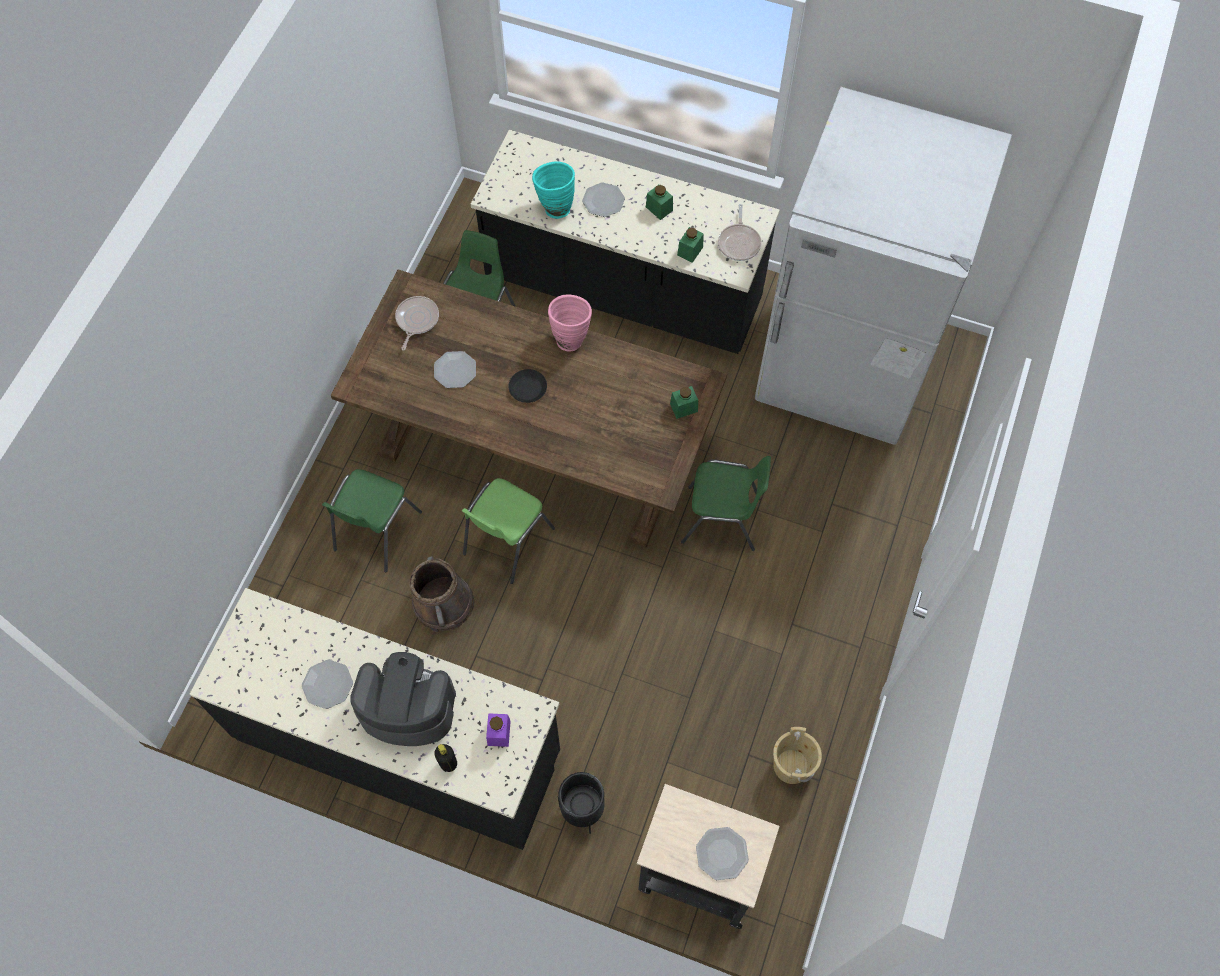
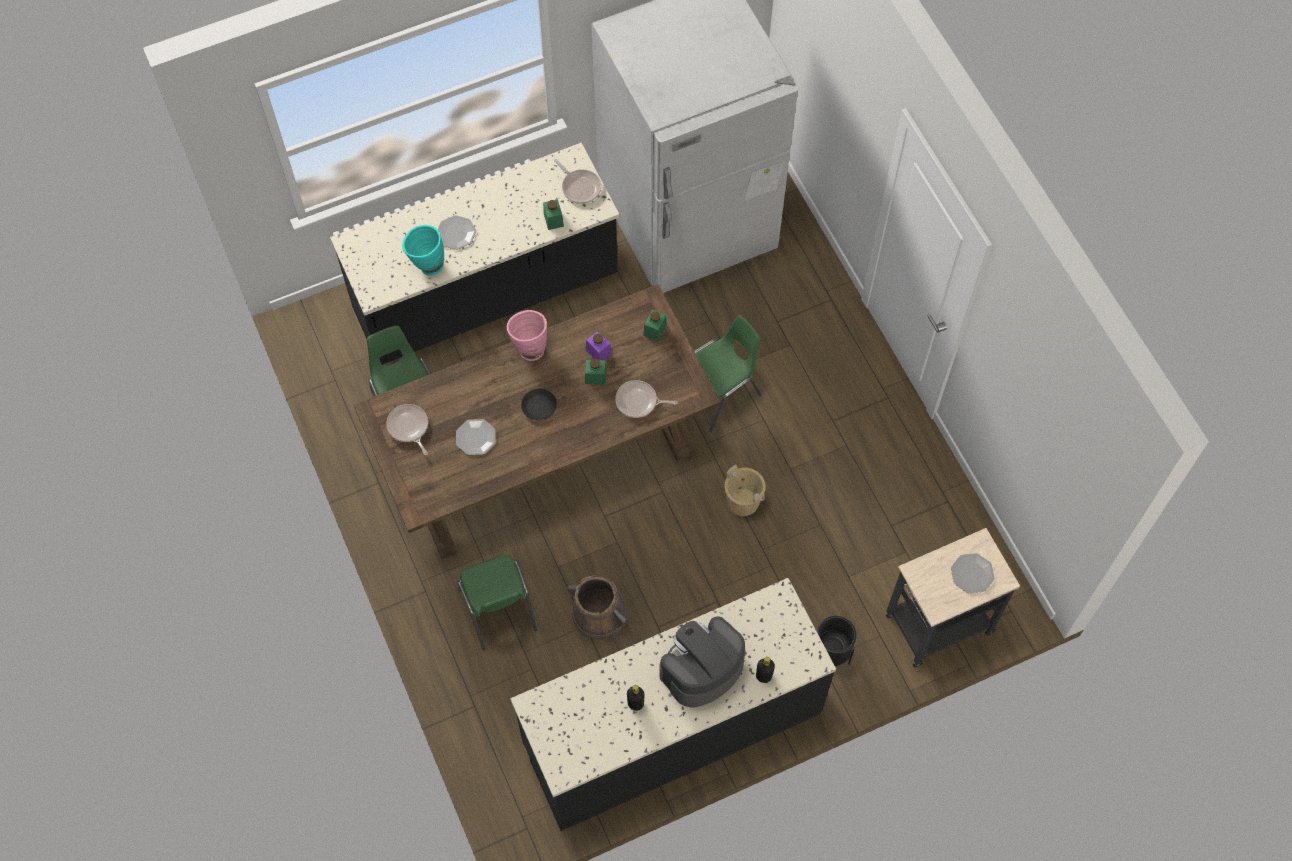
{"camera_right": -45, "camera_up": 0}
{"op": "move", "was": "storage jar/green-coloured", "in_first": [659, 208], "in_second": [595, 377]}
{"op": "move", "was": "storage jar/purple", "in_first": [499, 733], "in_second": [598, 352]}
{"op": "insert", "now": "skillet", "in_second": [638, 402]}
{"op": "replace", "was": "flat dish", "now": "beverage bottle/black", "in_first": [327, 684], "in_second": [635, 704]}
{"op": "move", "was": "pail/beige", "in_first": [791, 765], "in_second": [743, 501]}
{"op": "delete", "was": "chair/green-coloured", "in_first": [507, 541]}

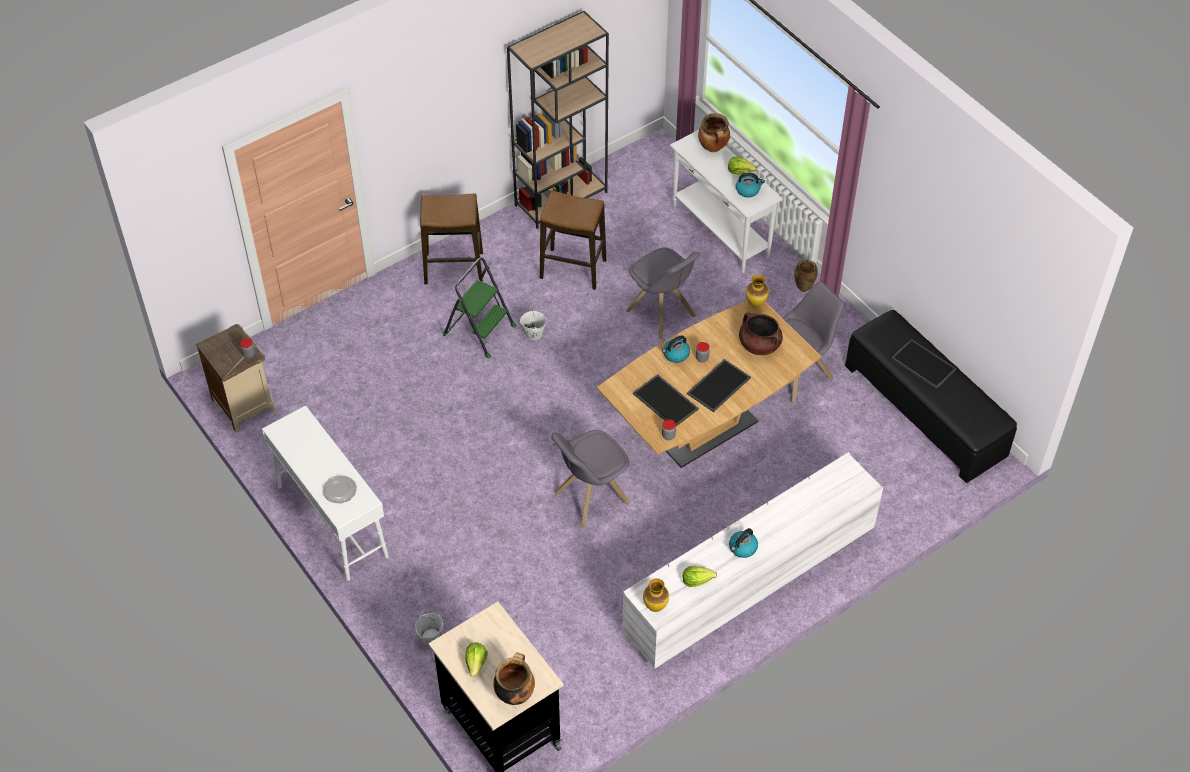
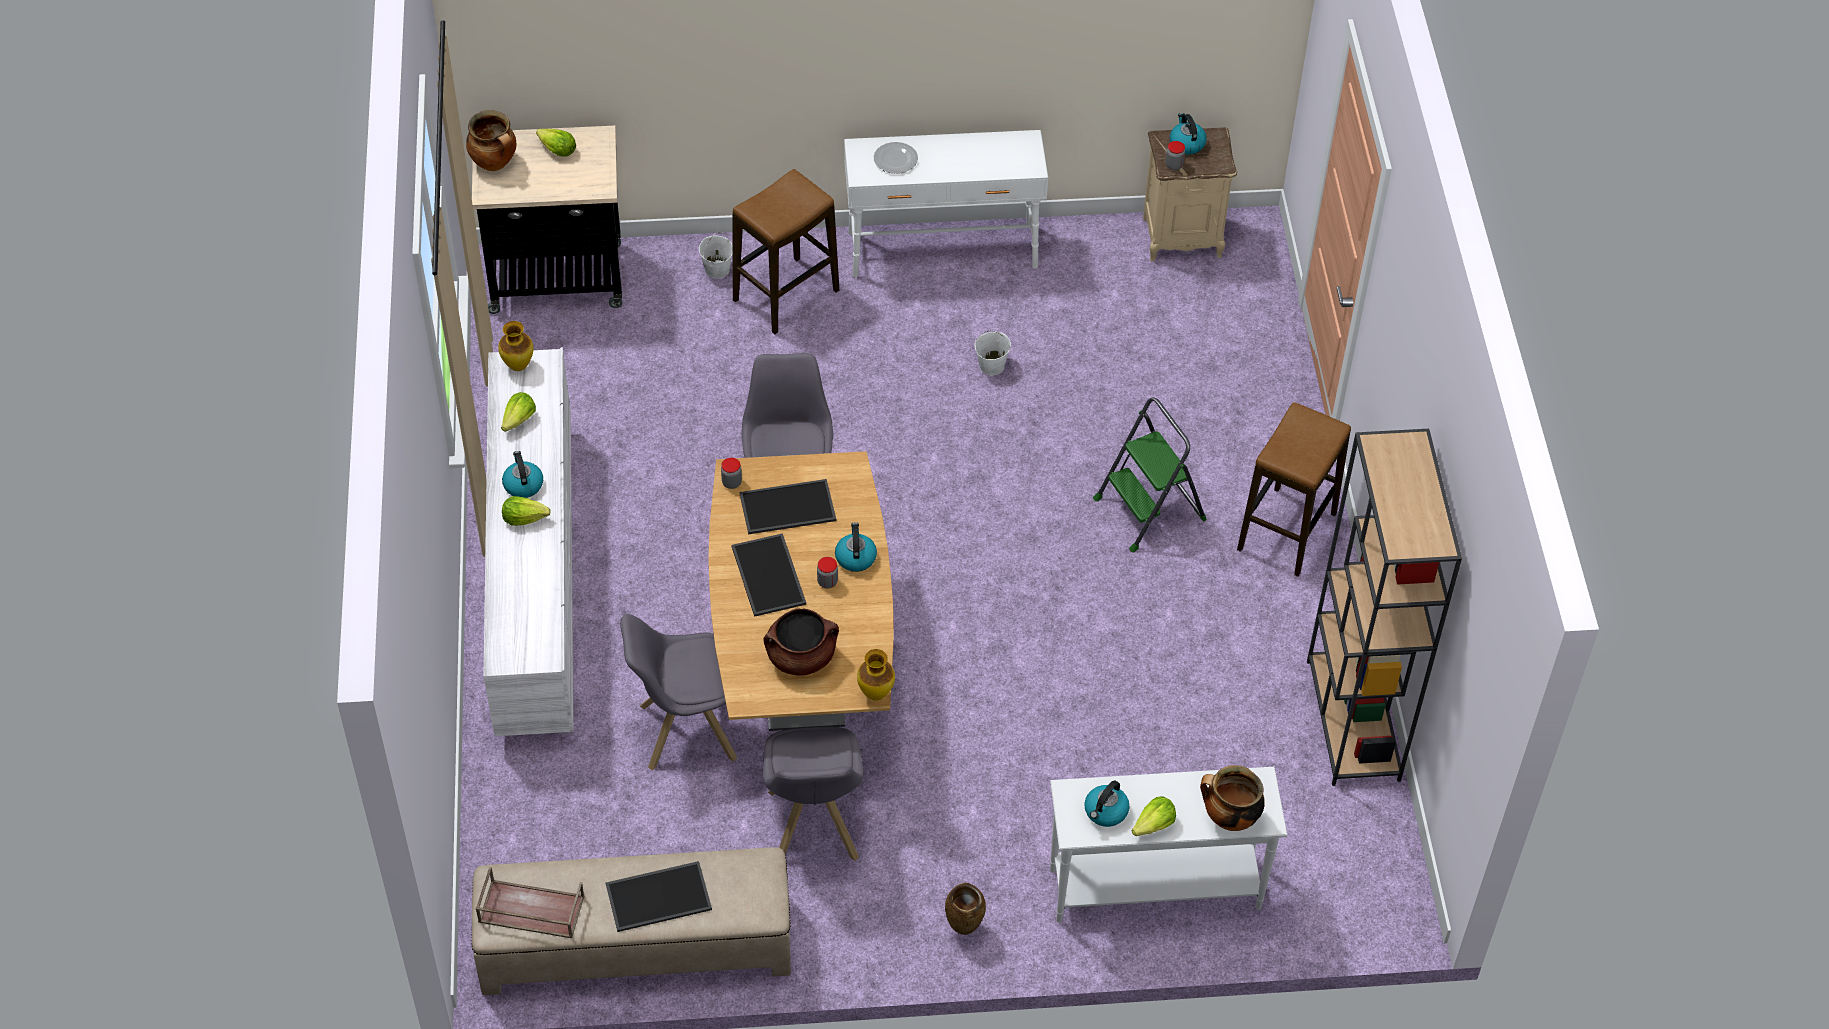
{"camera_right": 120, "camera_up": 0}
{"op": "recolor", "was": "indoor bench/black", "now": "indoor bench/beige", "in_first": [926, 410], "in_second": [634, 944]}
{"op": "insert", "now": "serving tray/brownish", "in_second": [530, 910]}
{"op": "insert", "now": "head of lettuce", "in_second": [525, 518]}
{"op": "move", "was": "chair/grey", "in_first": [661, 313], "in_second": [687, 731]}
{"op": "move", "was": "stool seat", "in_first": [573, 269], "in_second": [786, 296]}
{"op": "move", "was": "pail/white", "in_first": [533, 333], "in_second": [992, 365]}
{"op": "insert", "now": "water kettle", "in_second": [1186, 143]}

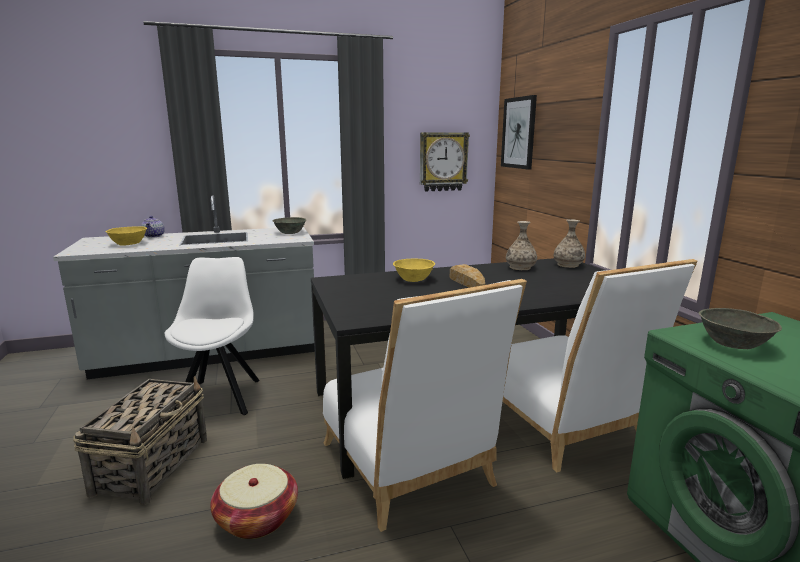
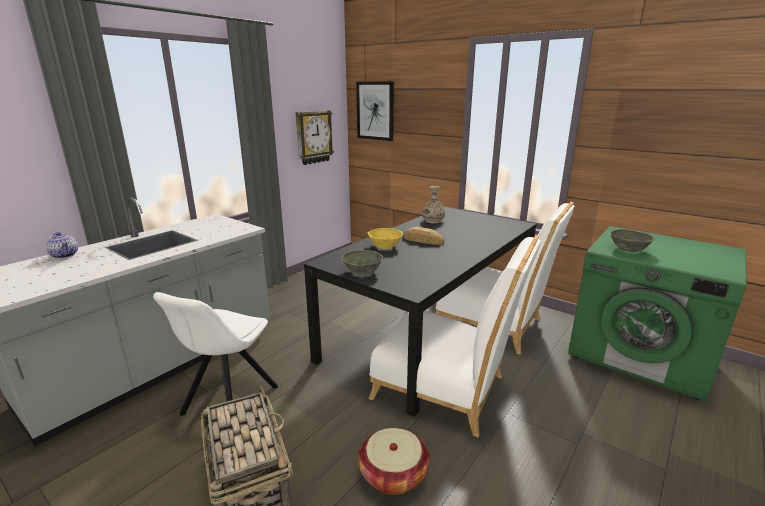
{"camera_right": -35, "camera_up": 5}
{"op": "rotate", "was": "chair/white", "in_first": [220, 397], "in_second": [229, 400], "clockwise": -120}
{"op": "move", "was": "bowl/grey", "in_first": [289, 232], "in_second": [362, 272]}
{"op": "delete", "was": "bowl/yellowish", "in_first": [128, 243]}
{"op": "delete", "was": "vase", "in_first": [568, 265]}

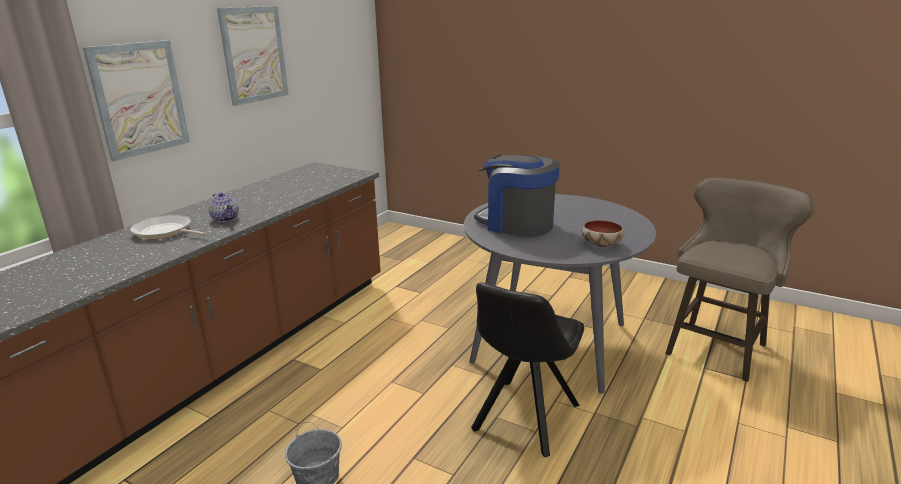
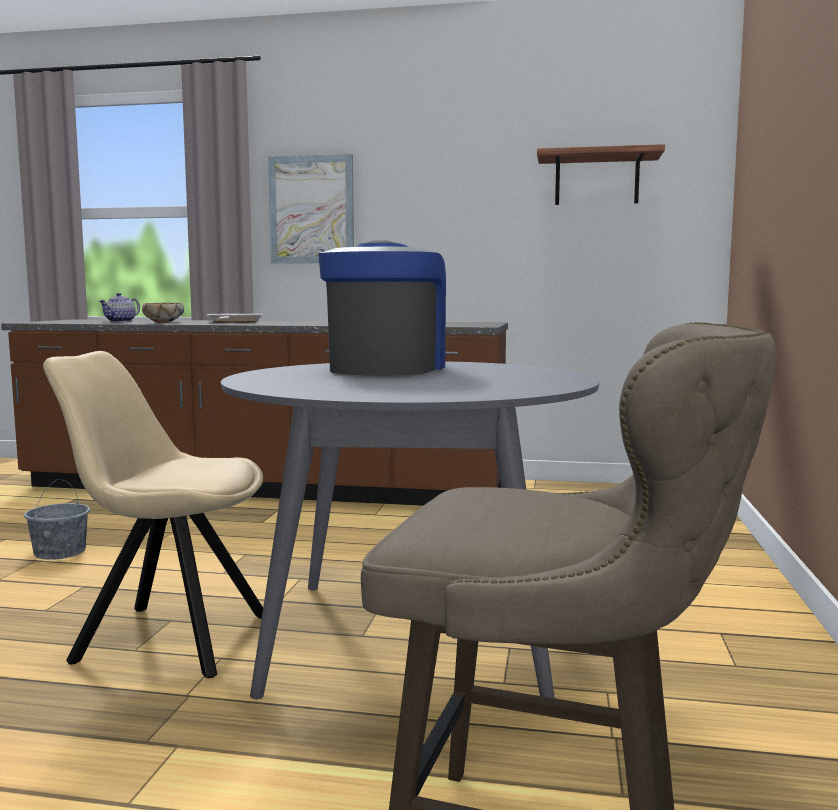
{"camera_right": 70, "camera_up": -15}
{"op": "recolor", "was": "chair/black", "now": "chair/beige", "in_first": [525, 417], "in_second": [171, 639]}
{"op": "move", "was": "tea pot", "in_first": [226, 218], "in_second": [120, 321]}
{"op": "move", "was": "bowl", "in_first": [600, 244], "in_second": [163, 322]}
{"op": "insert", "now": "shelf", "in_second": [597, 180]}
{"op": "delete", "was": "wall picture", "in_first": [254, 54]}

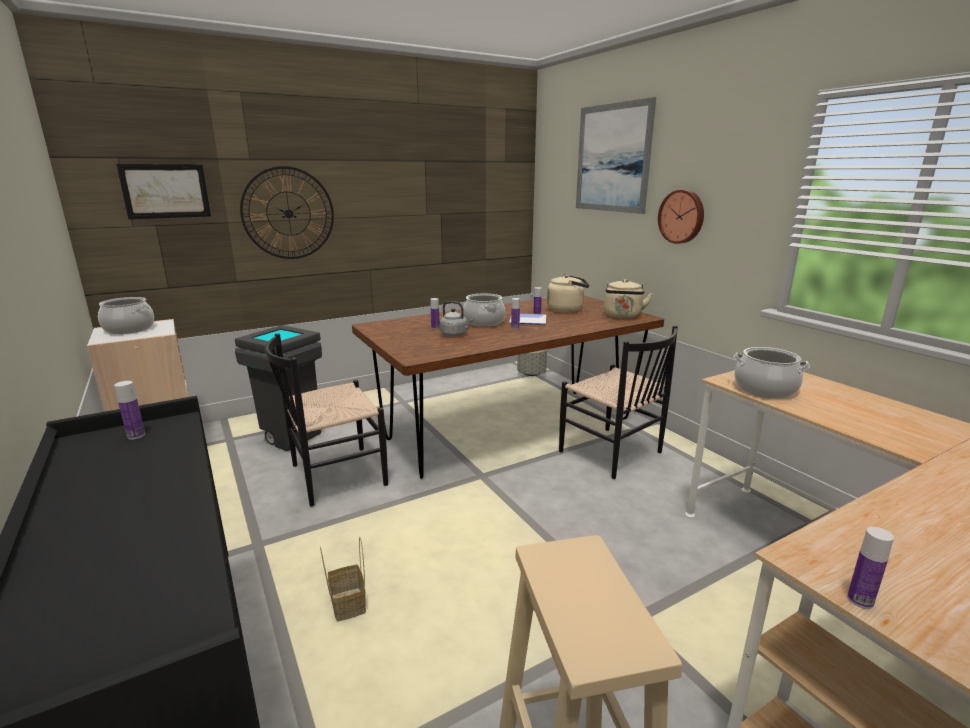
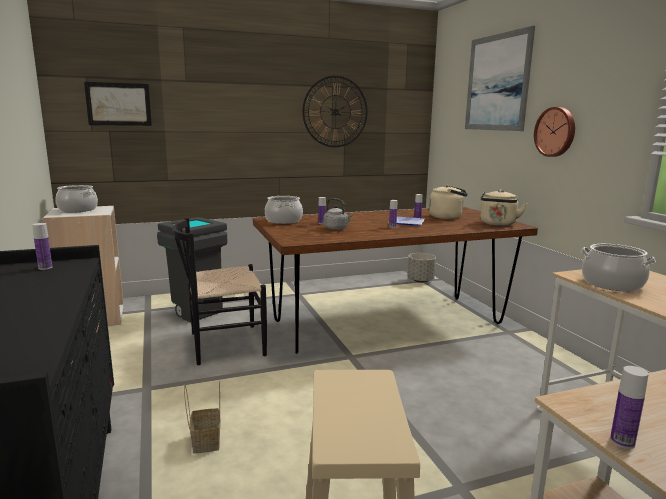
{"camera_right": 10, "camera_up": -5}
{"op": "move", "was": "saucepot", "in_first": [484, 322], "in_second": [284, 221]}
{"op": "move", "was": "hanging clock", "in_first": [288, 213], "in_second": [335, 112]}
{"op": "delete", "was": "chair/black", "in_first": [613, 454]}

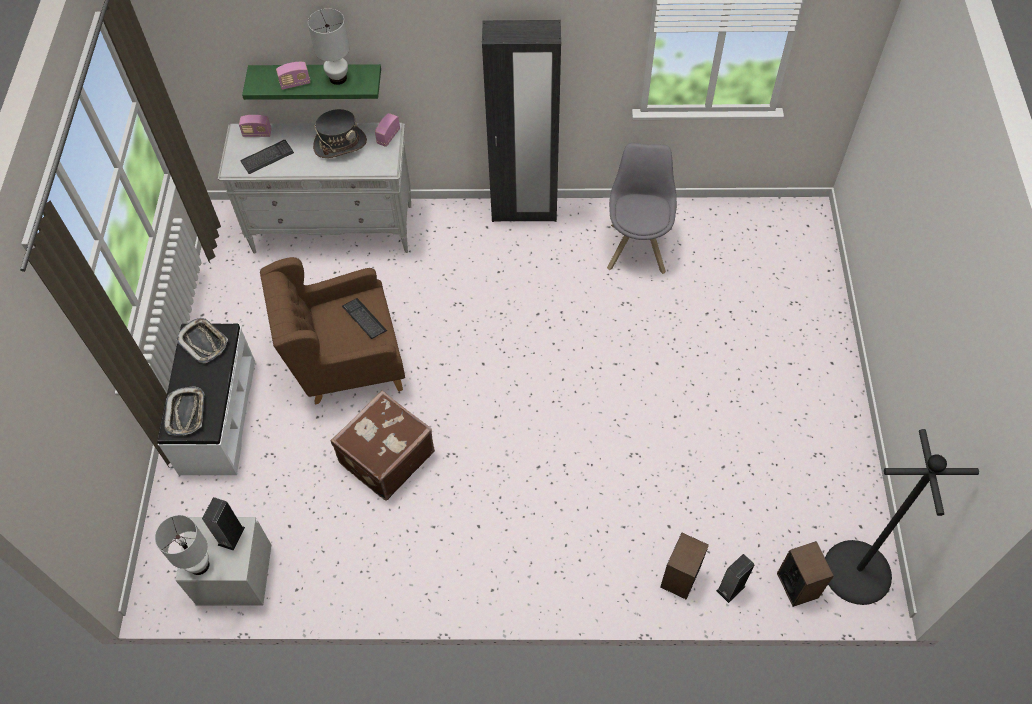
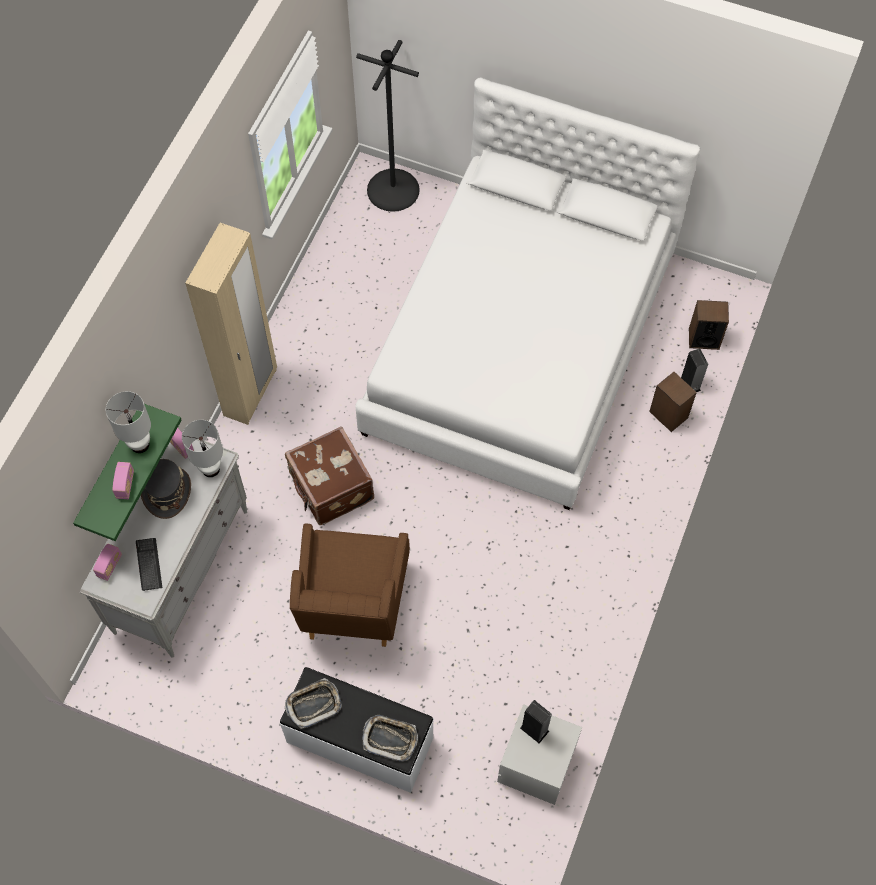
{"camera_right": -70, "camera_up": 5}
{"op": "move", "was": "tabletop lamp/white", "in_first": [199, 565], "in_second": [210, 469]}
{"op": "recolor", "was": "clothes cupboard/black", "now": "clothes cupboard/beige", "in_first": [524, 212], "in_second": [251, 393]}
{"op": "move", "was": "suitcase/brownish", "in_first": [385, 457], "in_second": [330, 488]}
{"op": "insert", "now": "sleeping bed/white", "in_second": [520, 343]}
{"op": "move", "was": "garment rack/black", "in_first": [857, 572], "in_second": [393, 190]}
{"op": "delete", "was": "PC keyboard", "in_first": [364, 319]}
{"op": "delete", "was": "chair/grey", "in_first": [637, 248]}

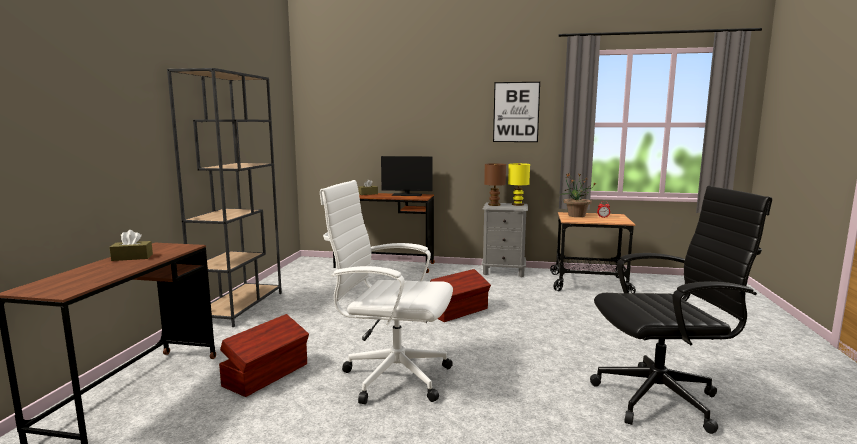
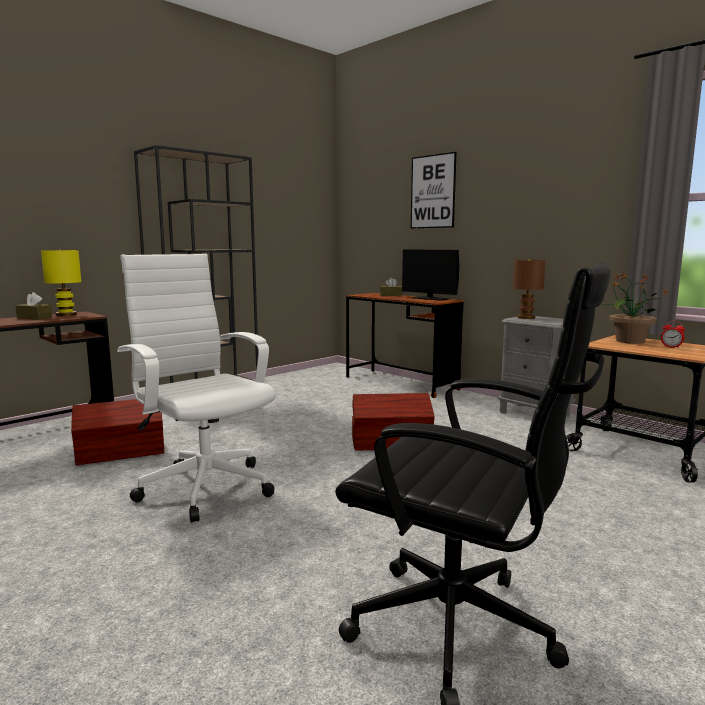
{"camera_right": 35, "camera_up": 0}
{"op": "move", "was": "tabletop lamp/yellowish", "in_first": [518, 204], "in_second": [67, 314]}
{"op": "move", "was": "wall picture", "in_first": [516, 112], "in_second": [432, 191]}

